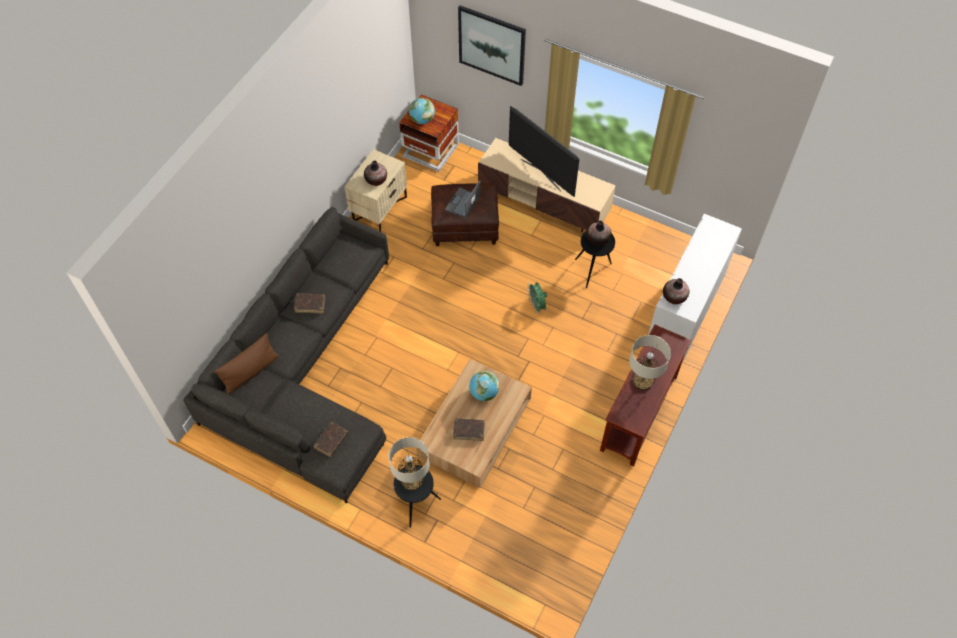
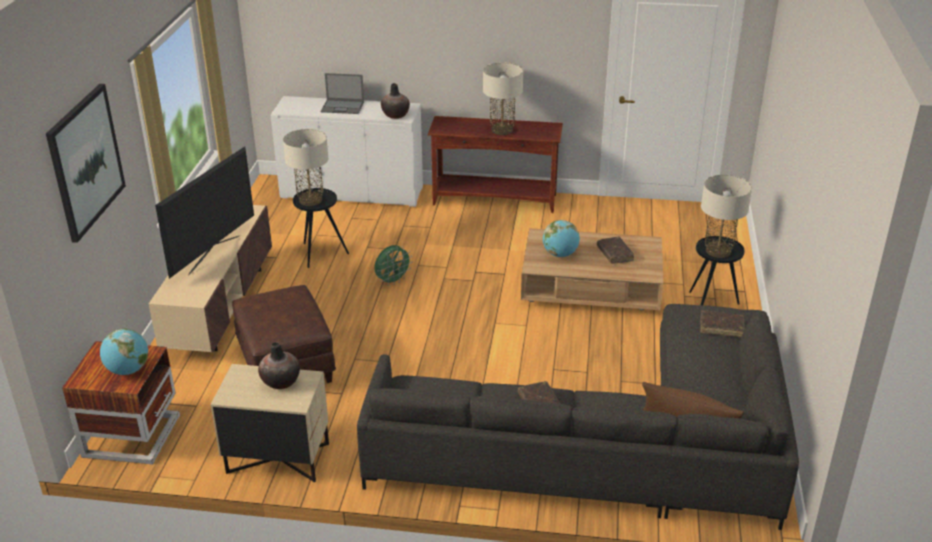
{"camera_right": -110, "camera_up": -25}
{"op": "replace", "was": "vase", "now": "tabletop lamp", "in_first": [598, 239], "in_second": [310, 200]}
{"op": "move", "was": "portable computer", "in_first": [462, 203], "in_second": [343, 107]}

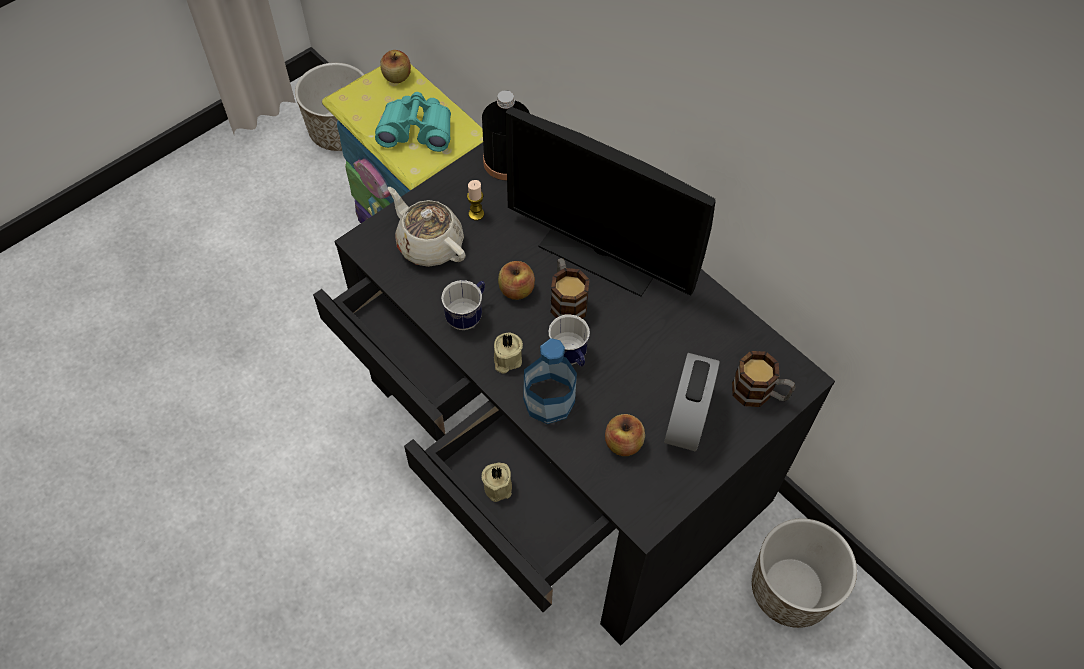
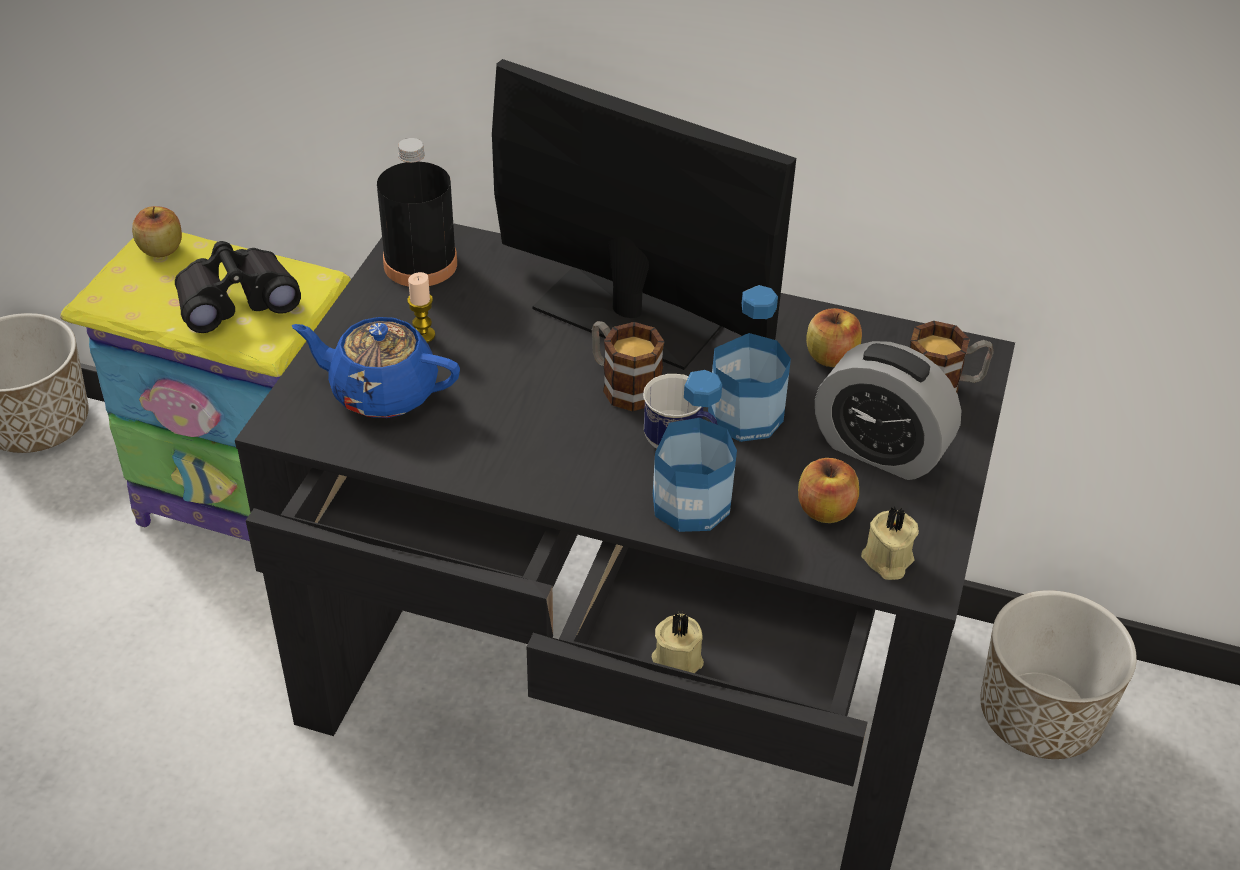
{"camera_right": -30, "camera_up": -15}
{"op": "recolor", "was": "binoculars/turquoise", "now": "binoculars/black", "in_first": [416, 130], "in_second": [236, 300]}
{"op": "recolor", "was": "tea pot/beige", "now": "tea pot/blue", "in_first": [429, 244], "in_second": [382, 392]}
{"op": "rotate", "was": "computer display", "in_first": [601, 253], "in_second": [627, 317], "clockwise": -150}
{"op": "insert", "now": "beverage bottle", "in_second": [745, 415]}
{"op": "move", "was": "apple fruit", "in_first": [516, 290], "in_second": [831, 357]}
{"op": "rotate", "was": "table clock", "in_first": [687, 418], "in_second": [879, 450], "clockwise": -45}
{"op": "move", "was": "wax candle/beige", "in_first": [506, 359], "in_second": [887, 560]}
{"op": "delete", "was": "mug", "in_first": [468, 315]}

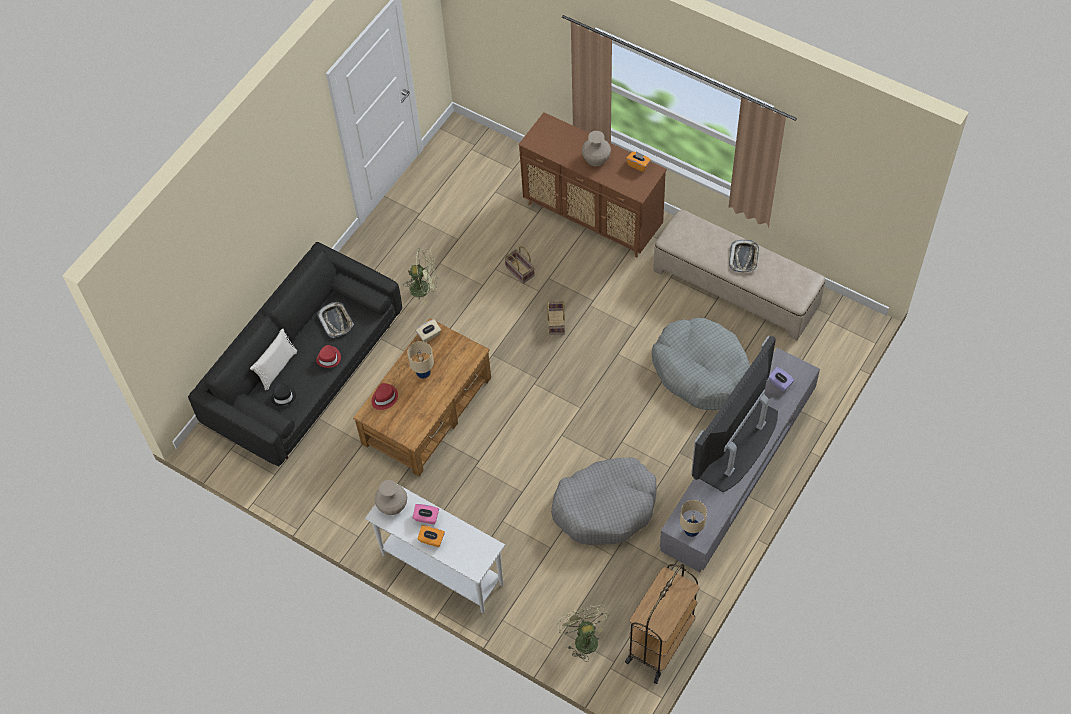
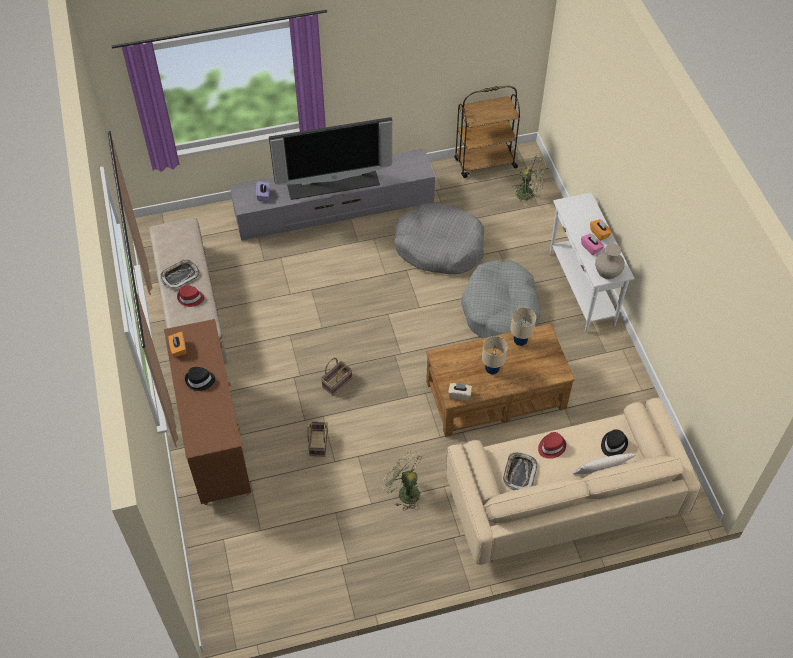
{"camera_right": -140, "camera_up": -5}
{"op": "move", "was": "hat/reddish", "in_first": [384, 398], "in_second": [190, 298]}
{"op": "replace", "was": "vase/beige", "now": "hat/black", "in_first": [596, 158], "in_second": [200, 380]}
{"op": "recolor", "was": "settee/black", "now": "settee/beige", "in_first": [305, 373], "in_second": [563, 498]}
{"op": "move", "was": "dog bed/grey", "in_first": [700, 370], "in_second": [501, 311]}
{"op": "move", "was": "tabletop lamp/beige", "in_first": [692, 531], "in_second": [520, 341]}
{"op": "rotate", "was": "fan/green-coloured", "in_first": [583, 638], "in_second": [529, 194], "clockwise": -90}

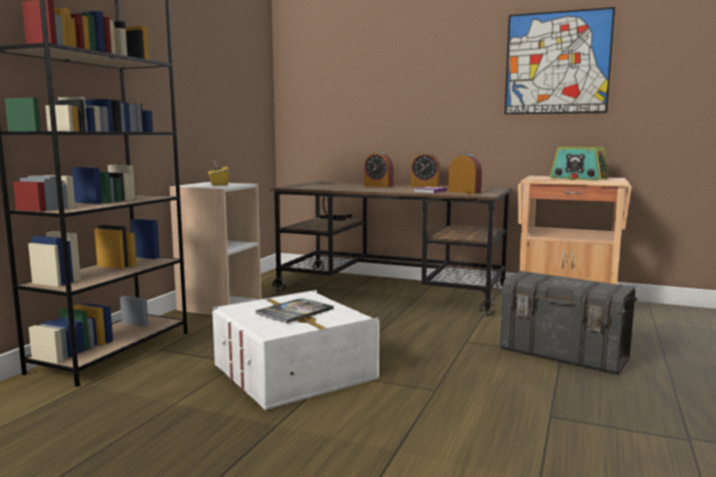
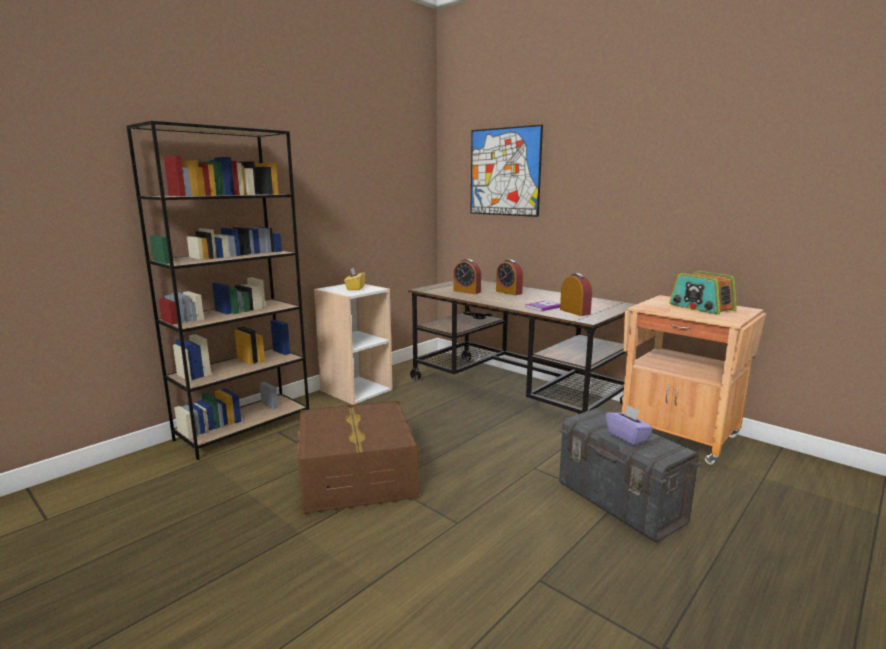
{"camera_right": 20, "camera_up": 5}
{"op": "recolor", "was": "storage box/white", "now": "storage box/brownish", "in_first": [294, 372], "in_second": [357, 476]}
{"op": "move", "was": "table clock", "in_first": [425, 186], "in_second": [467, 291]}
{"op": "move", "was": "wall picture", "in_first": [557, 63], "in_second": [504, 172]}
{"op": "insert", "now": "box of tissues/purple", "in_second": [627, 437]}
{"op": "delete", "was": "bound book", "in_first": [295, 311]}

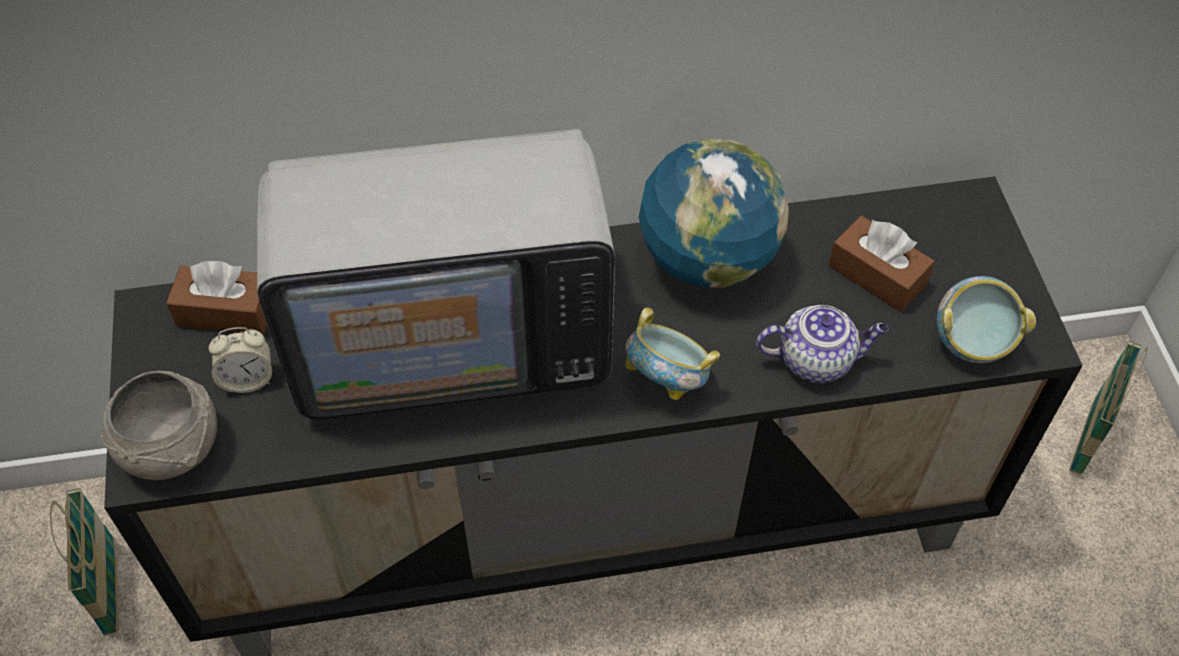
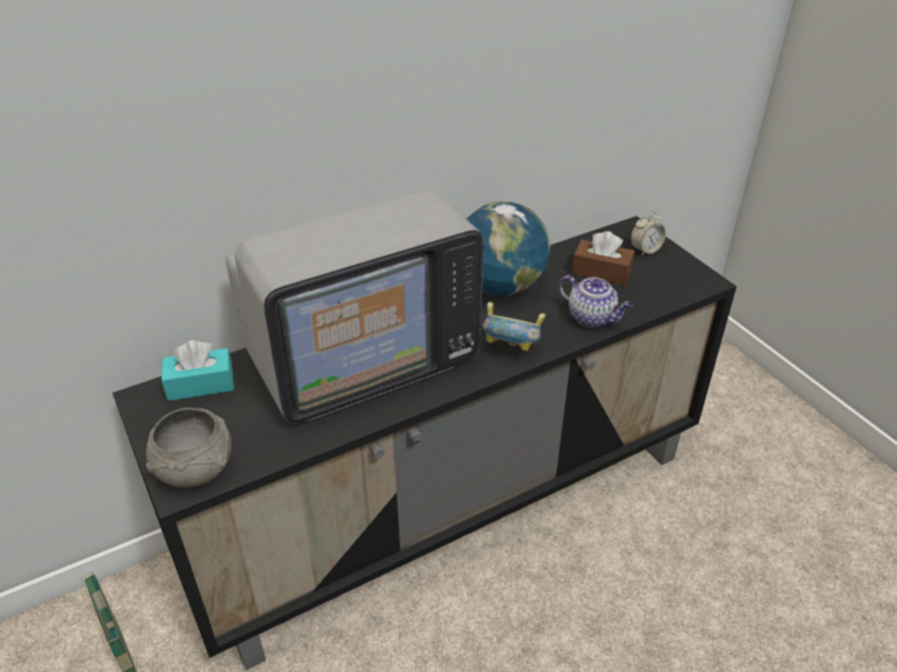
{"camera_right": -20, "camera_up": -15}
{"op": "recolor", "was": "box of tissues/brownish", "now": "box of tissues/turquoise", "in_first": [226, 311], "in_second": [200, 384]}
{"op": "rotate", "was": "tea pot", "in_first": [817, 359], "in_second": [592, 318], "clockwise": 60}
{"op": "move", "was": "table clock", "in_first": [248, 378], "in_second": [645, 250]}
{"op": "delete", "was": "bowl", "in_first": [971, 344]}
{"op": "delete", "was": "household basket", "in_first": [1086, 438]}

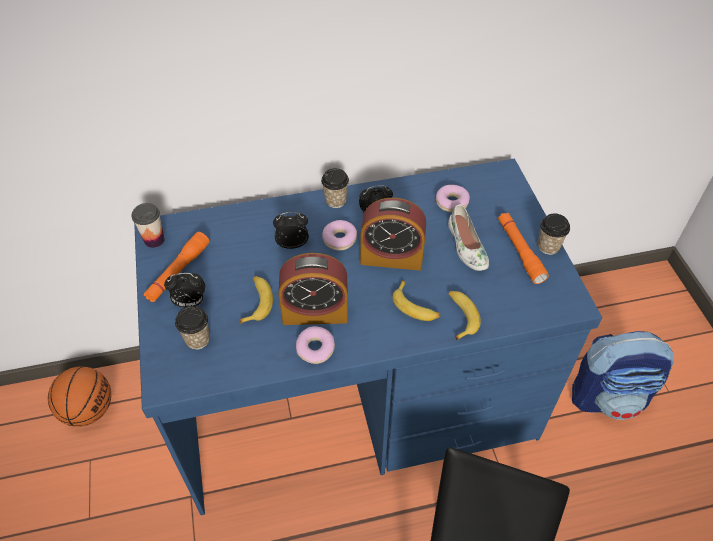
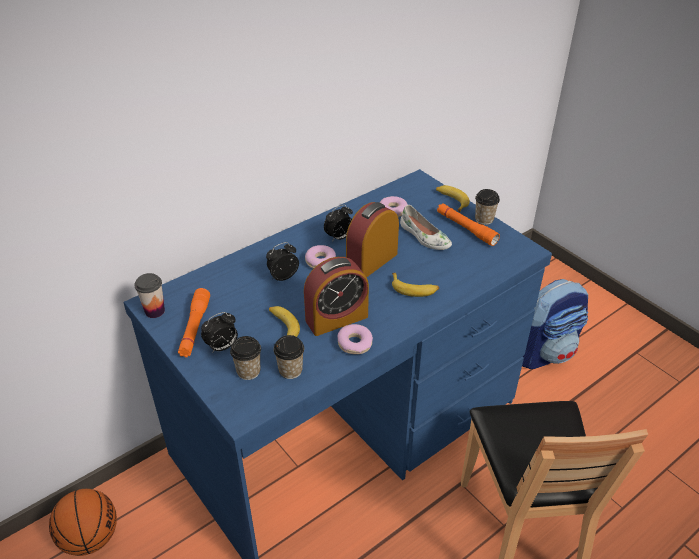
{"camera_right": -25, "camera_up": -10}
{"op": "move", "was": "small cup", "in_first": [335, 201], "in_second": [290, 370]}
{"op": "rotate", "was": "table clock", "in_first": [391, 257], "in_second": [372, 261], "clockwise": 150}
{"op": "move", "was": "banana fruit", "in_first": [460, 316], "in_second": [451, 201]}

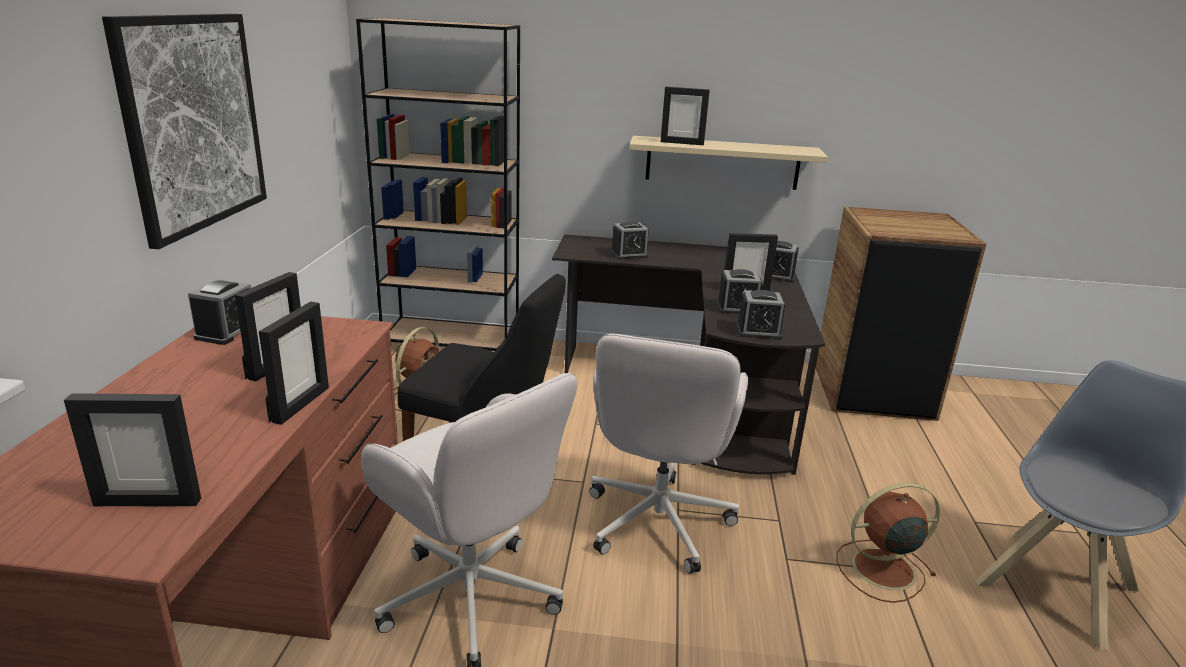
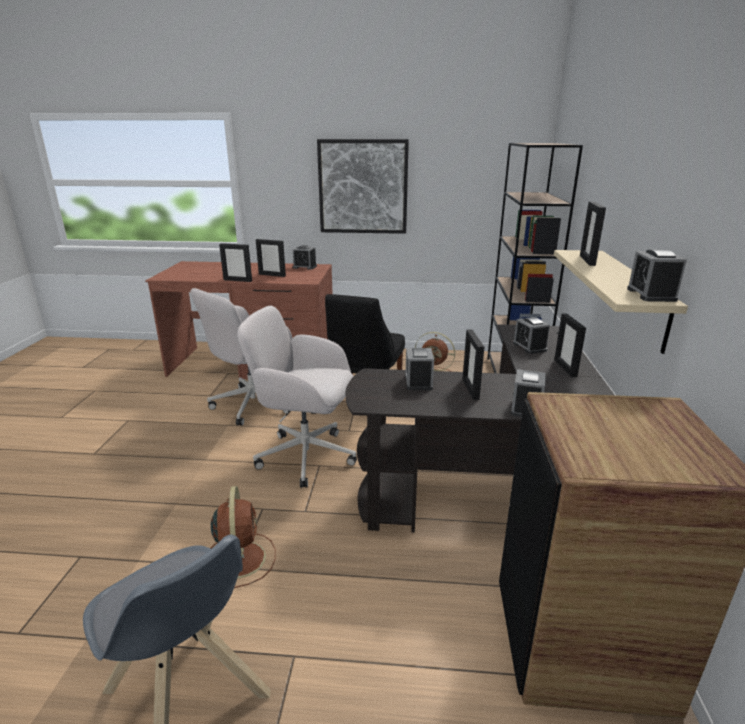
{"camera_right": 90, "camera_up": 0}
{"op": "move", "was": "standing frame", "in_first": [148, 500], "in_second": [566, 368]}
{"op": "move", "was": "table clock", "in_first": [758, 332], "in_second": [651, 294]}

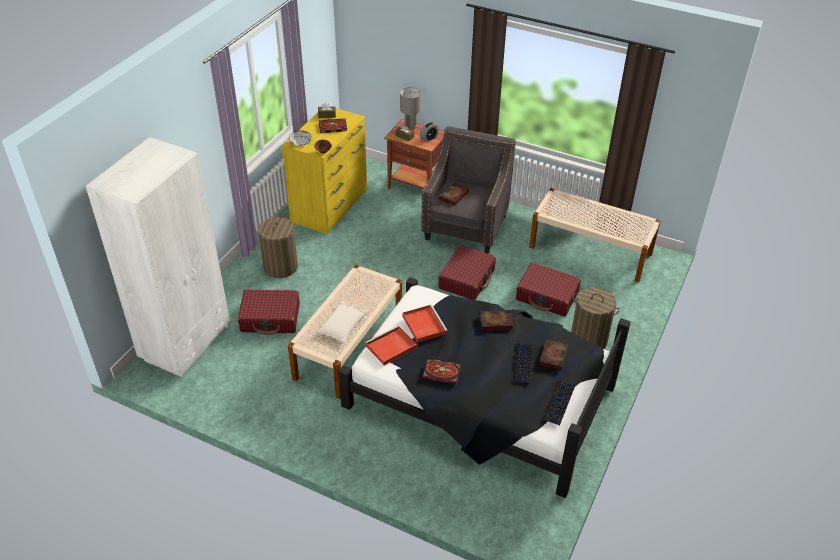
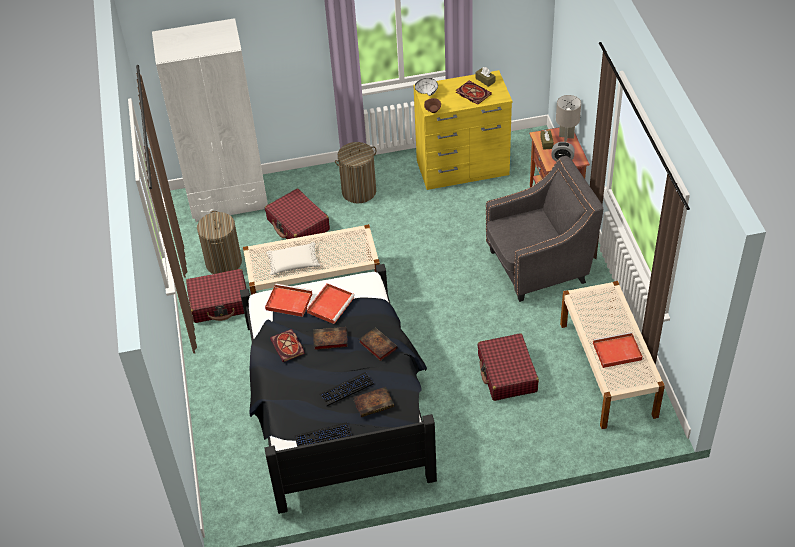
{"camera_right": 55, "camera_up": 5}
{"op": "move", "was": "suitcase/reddish", "in_first": [467, 279], "in_second": [220, 302]}
{"op": "move", "was": "hamper", "in_first": [588, 339], "in_second": [223, 262]}
{"op": "move", "was": "bound book", "in_first": [454, 196], "in_second": [329, 340]}
{"op": "insert", "now": "serving tray/reddish", "in_second": [616, 352]}

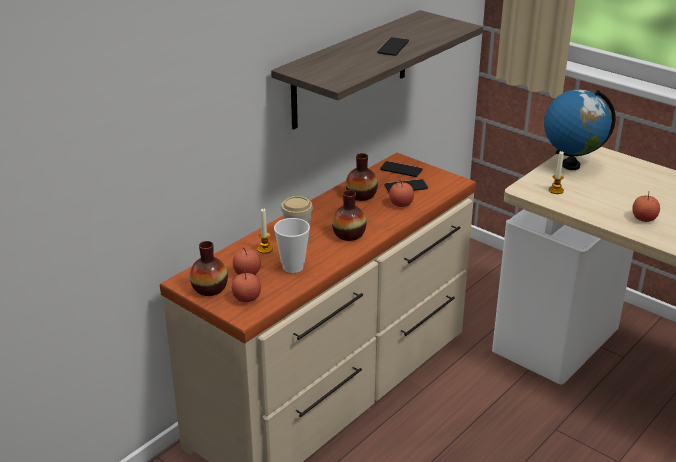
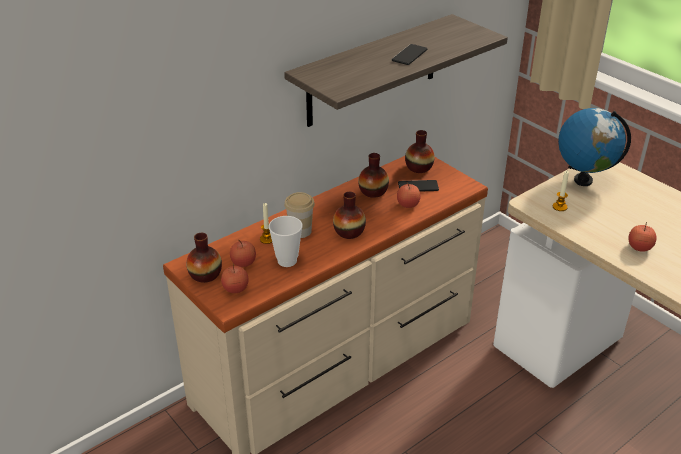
{"camera_right": 10, "camera_up": 5}
{"op": "replace", "was": "telephone", "now": "vase", "in_first": [401, 170], "in_second": [419, 167]}

